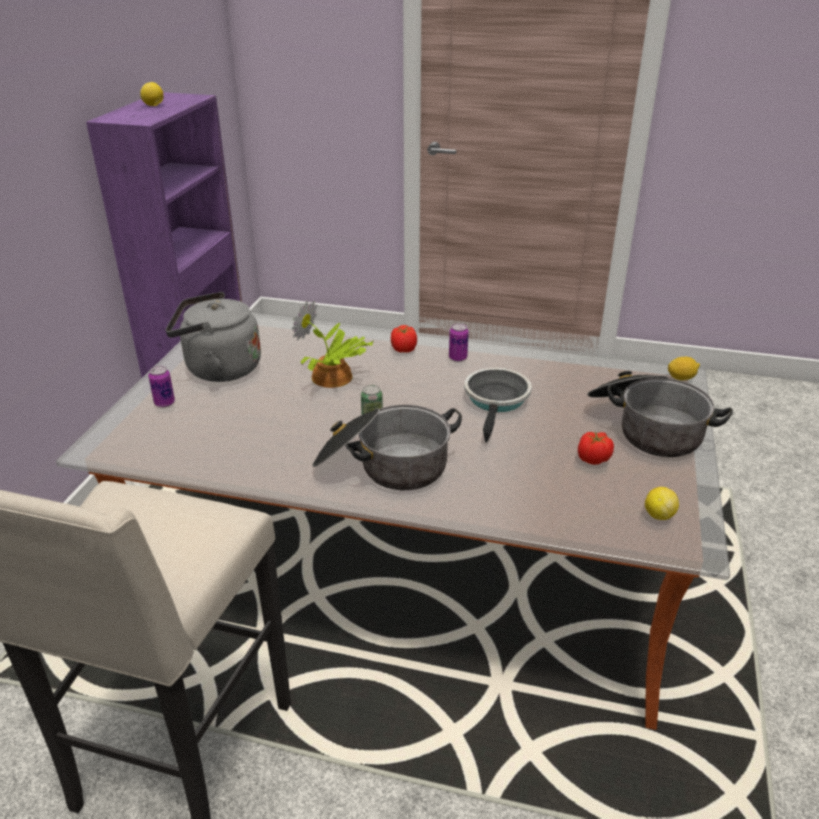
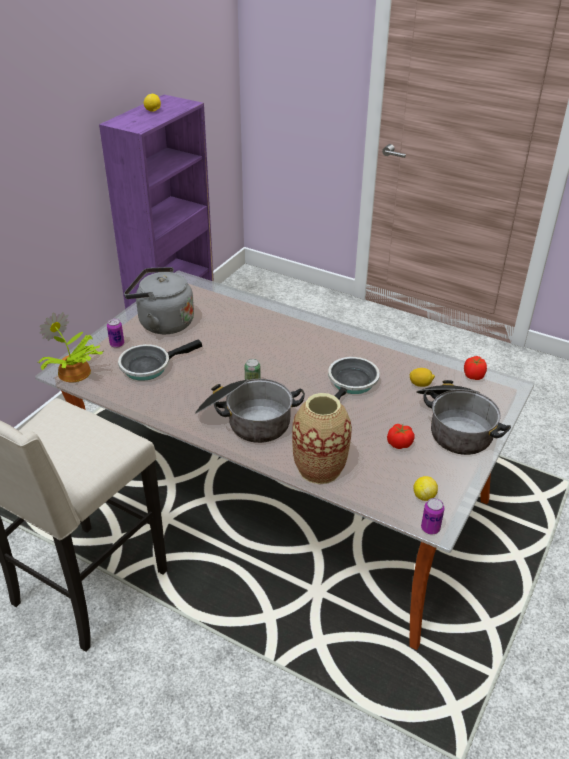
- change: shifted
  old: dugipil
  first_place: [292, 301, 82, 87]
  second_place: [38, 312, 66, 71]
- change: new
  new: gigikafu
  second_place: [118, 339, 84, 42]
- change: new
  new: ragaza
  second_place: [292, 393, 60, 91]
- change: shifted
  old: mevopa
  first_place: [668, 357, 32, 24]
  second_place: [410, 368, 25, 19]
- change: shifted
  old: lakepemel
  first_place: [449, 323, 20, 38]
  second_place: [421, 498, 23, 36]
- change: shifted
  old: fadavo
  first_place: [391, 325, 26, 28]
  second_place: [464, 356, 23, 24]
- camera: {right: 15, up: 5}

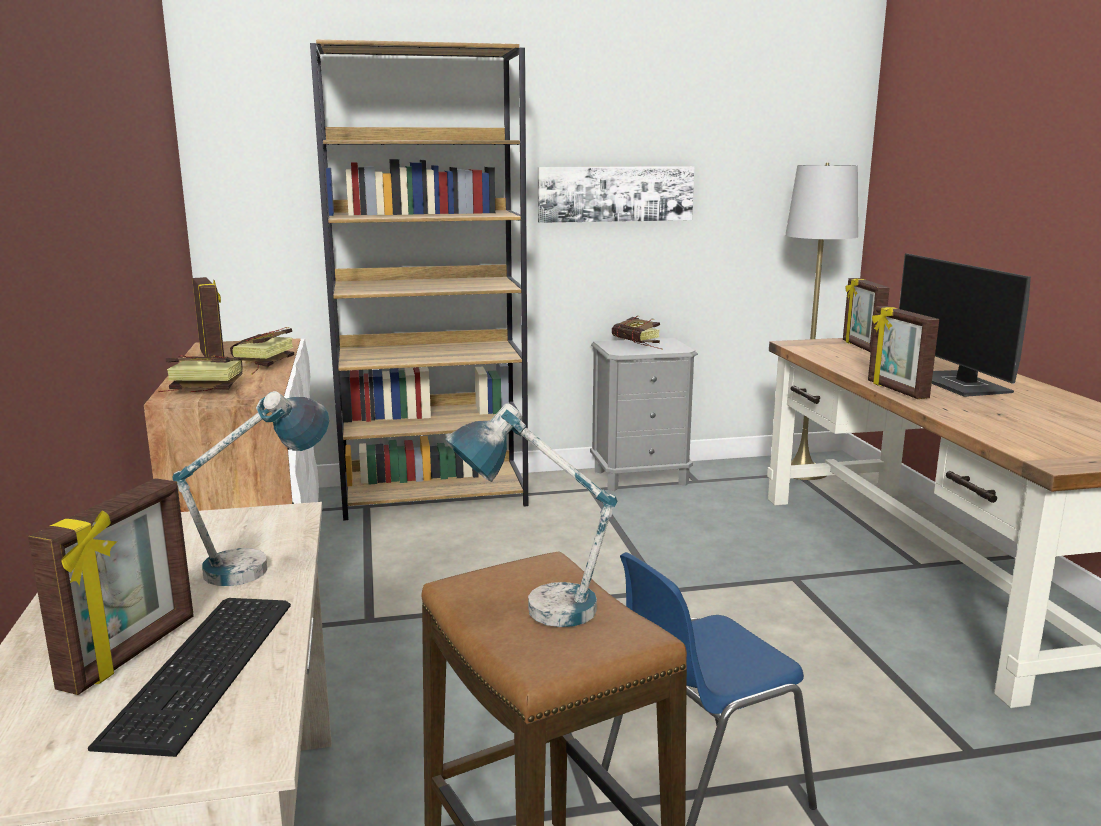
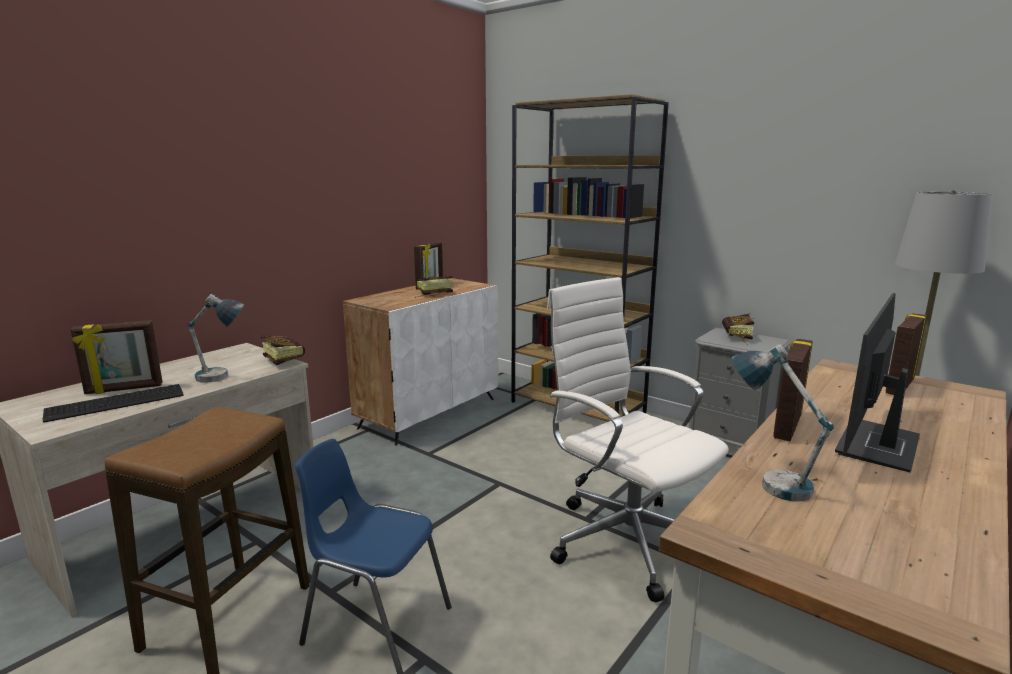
- change: shifted
  old: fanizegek
  first_place: [159, 355, 83, 38]
  second_place: [261, 336, 44, 30]
- change: new
  new: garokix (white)
  second_place: [547, 277, 182, 325]
- change: shifted
  old: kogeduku
  first_place: [445, 403, 172, 224]
  second_place: [732, 344, 102, 157]
- change: gone
  old: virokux
  first_place: [538, 166, 156, 57]
- camera: {right: 50, up: 0}

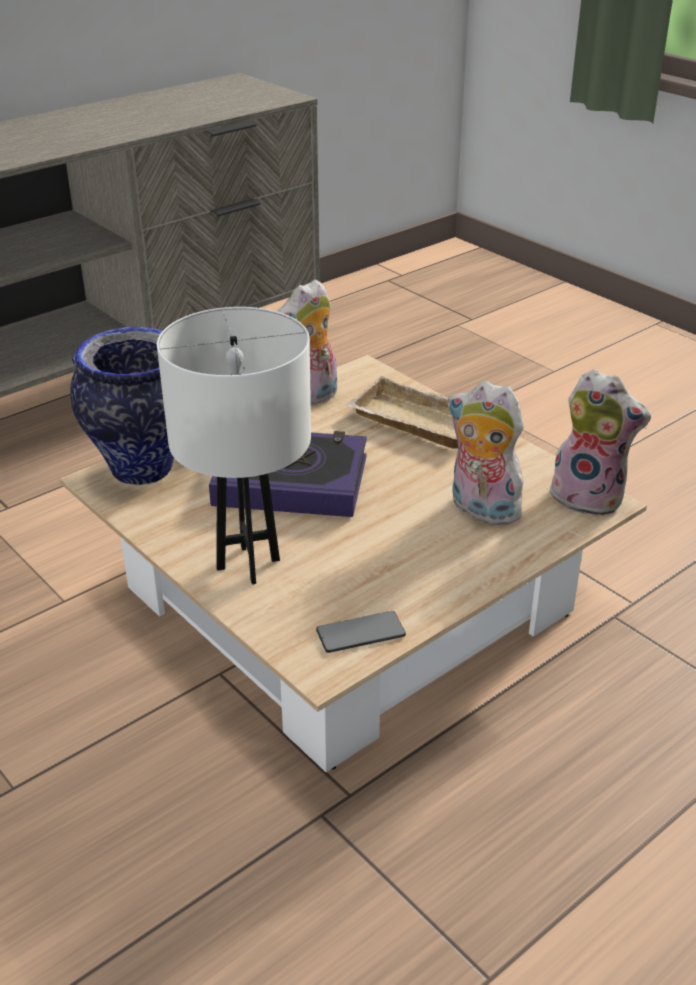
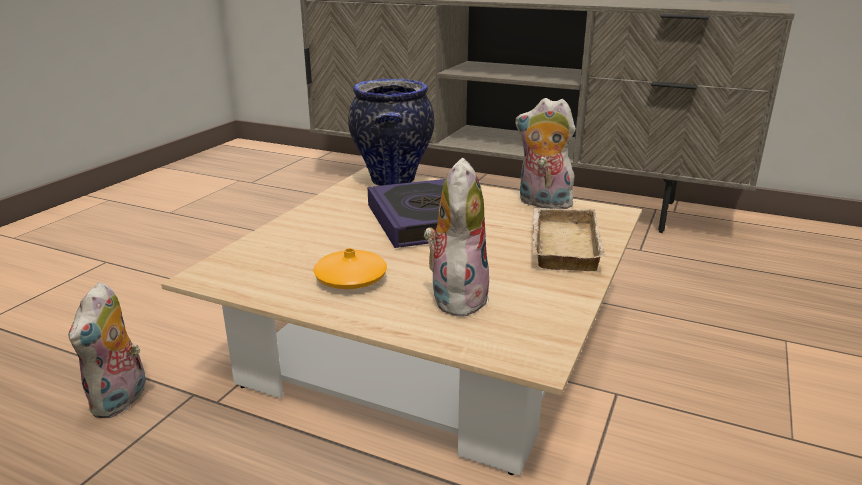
- change: shifted
  old: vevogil
  first_place: [547, 369, 104, 148]
  second_place: [69, 282, 77, 136]
- change: new
  new: ragaza (orange)
  second_place: [313, 248, 74, 41]
- change: gone
  old: kogeduku (white)
  first_place: [157, 307, 154, 277]
- change: gone
  old: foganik
  first_place: [316, 611, 90, 42]
- camera: {right: 65, up: -10}

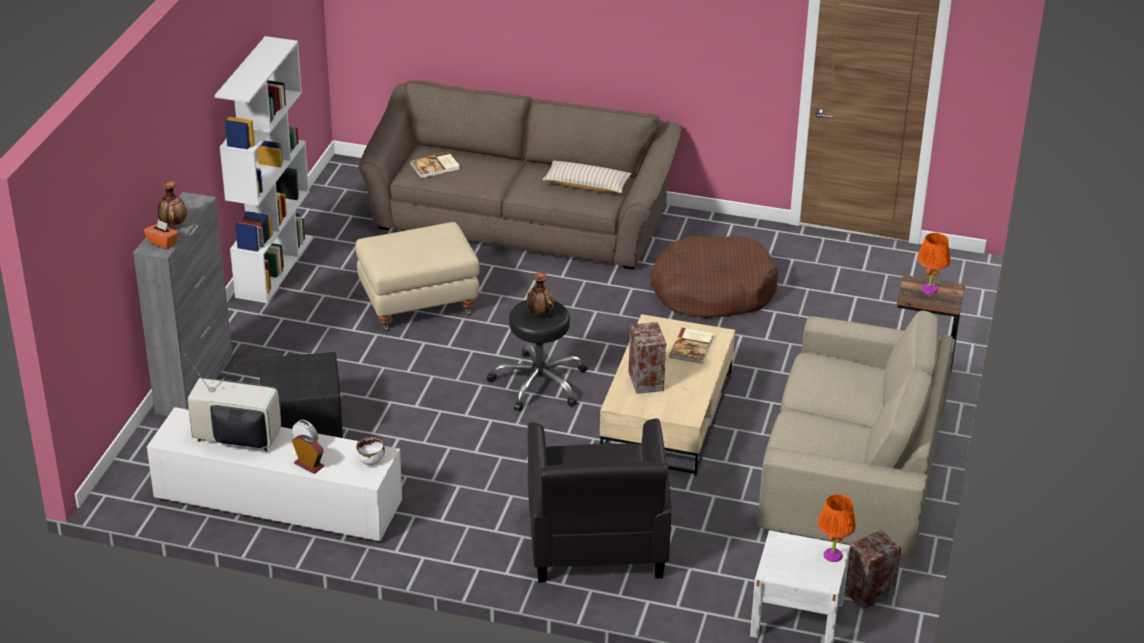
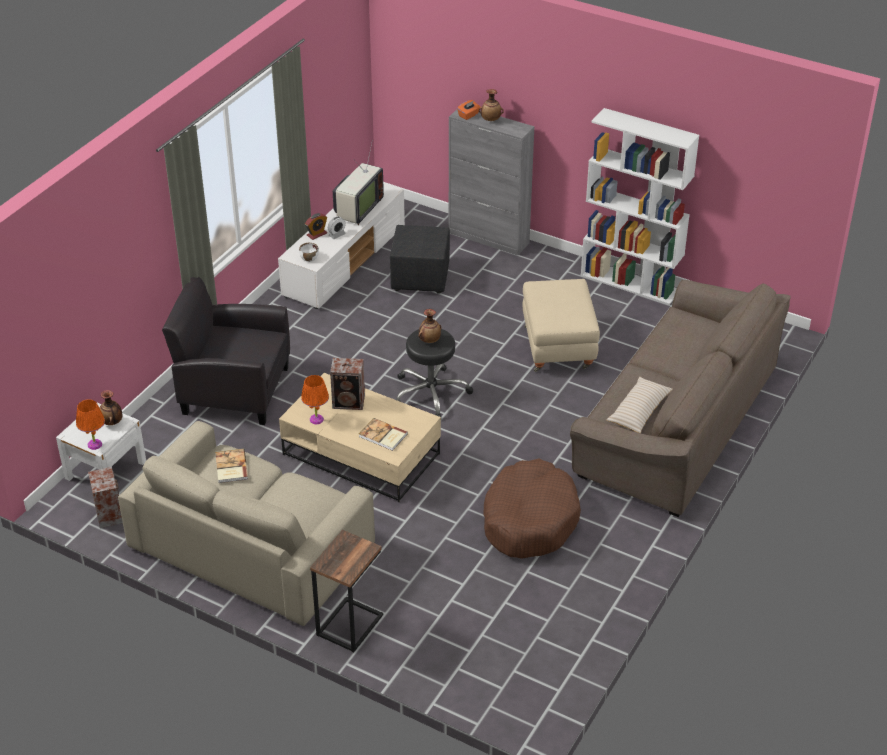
- change: new
  new: ragaza
  second_place: [100, 390, 23, 35]
- change: shifted
  old: fanizegek
  first_place: [410, 152, 50, 26]
  second_place: [215, 449, 33, 34]
- change: shifted
  old: kogeduku (orange)
  first_place: [917, 233, 33, 61]
  second_place: [301, 375, 28, 49]
- camera: {right: 105, up: 5}

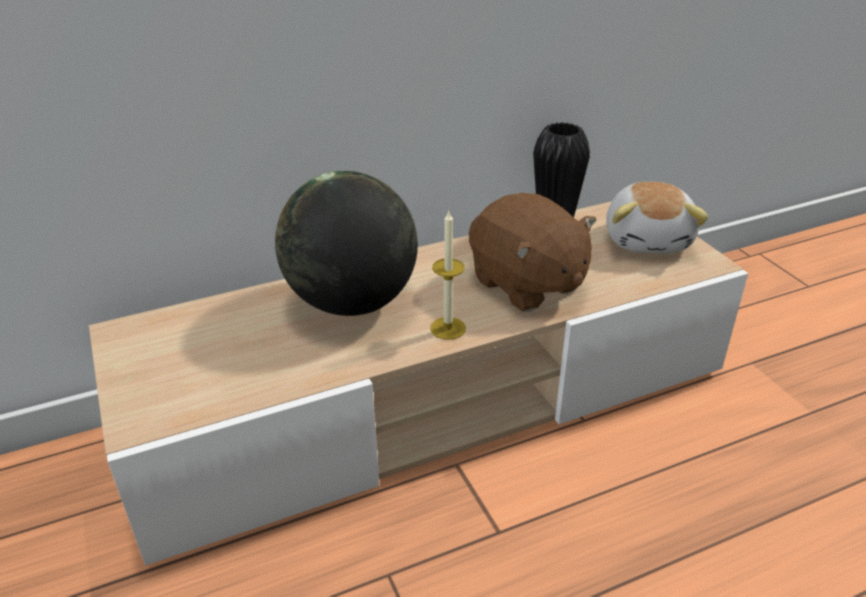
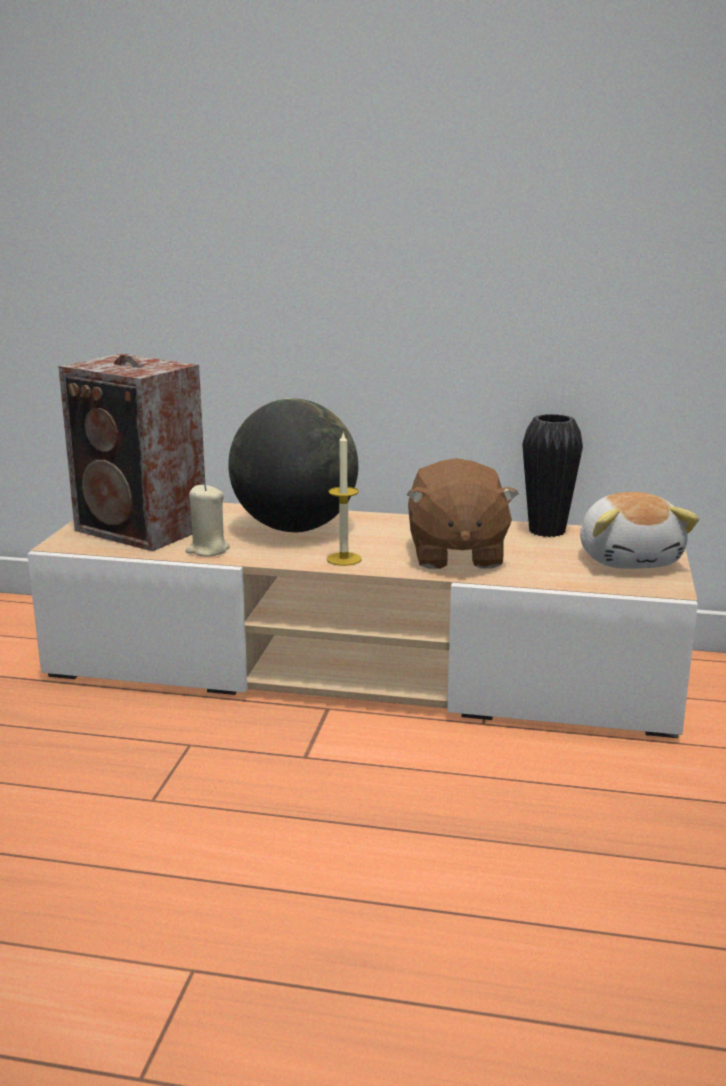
- change: new
  new: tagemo
  second_place: [58, 354, 147, 197]
- change: new
  new: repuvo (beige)
  second_place: [185, 484, 45, 73]
- change: rotated
  old: vevogil
  first_place: [606, 182, 103, 71]
  second_place: [580, 492, 119, 77]
  degrees: -45
- camera: {right: 35, up: -15}

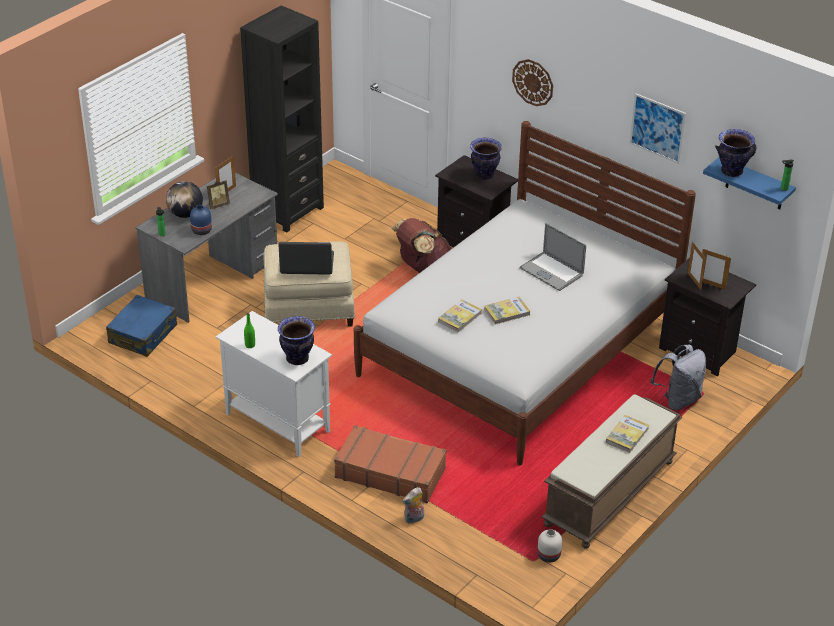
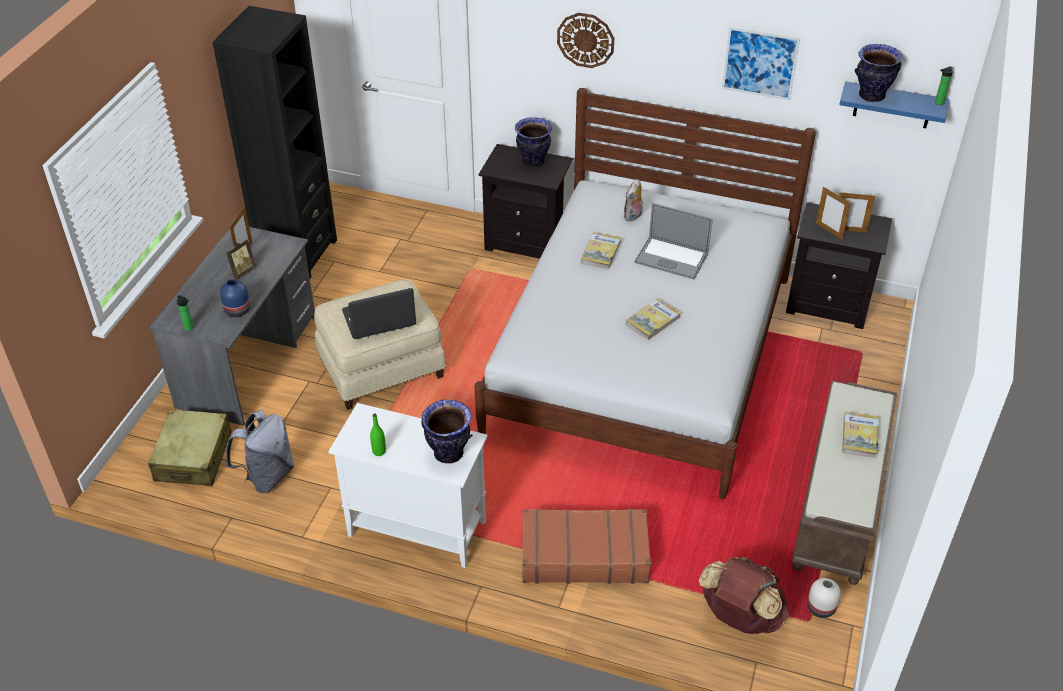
- change: repainted
  old: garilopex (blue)
  new: garilopex (beige)
  first_place: [106, 295, 71, 62]
  second_place: [148, 409, 84, 77]
- change: shifted
  old: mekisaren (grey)
  first_place: [650, 344, 56, 66]
  second_place: [226, 410, 68, 83]
- change: shifted
  old: fanizegek
  first_place: [438, 299, 44, 34]
  second_place: [581, 232, 40, 37]
- change: shifted
  old: vevogil
  first_place: [402, 487, 22, 37]
  second_place: [623, 179, 21, 43]
- change: shifted
  old: mekisaren (brown)
  first_place: [391, 218, 60, 55]
  second_place: [699, 556, 91, 78]
- change: gone
  old: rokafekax
  first_place: [166, 181, 37, 37]
- camera: {right: -20, up: 5}

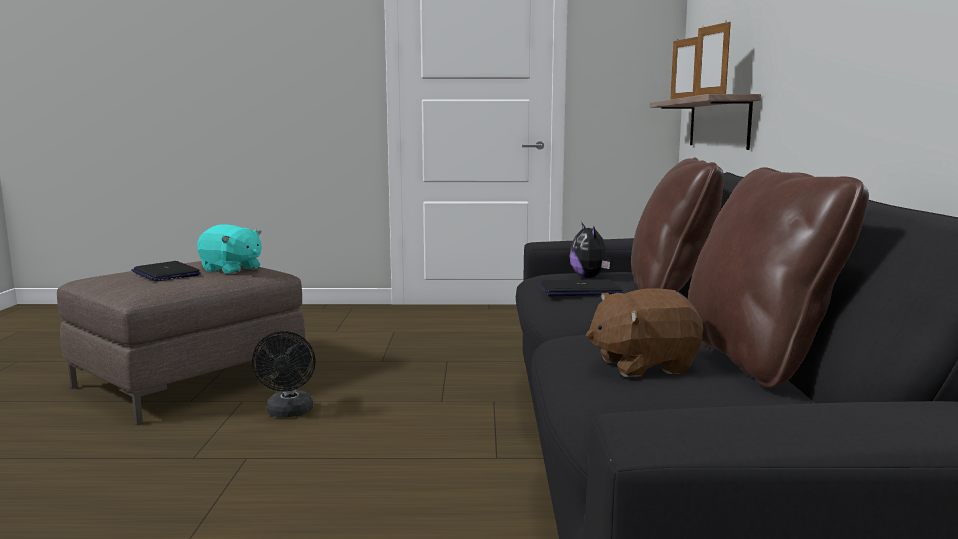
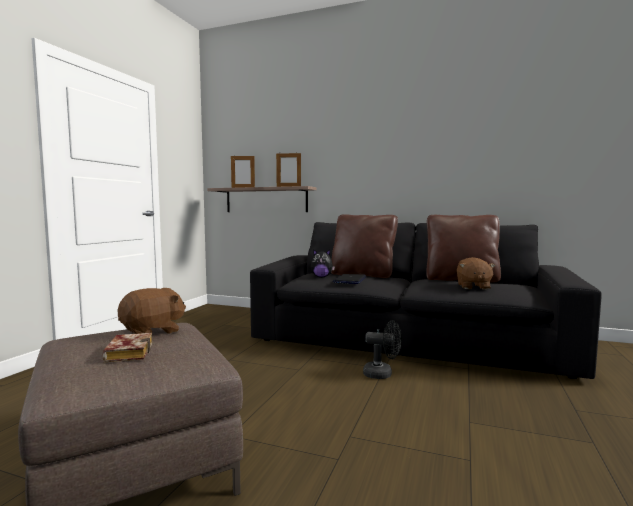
- change: swapped
  old: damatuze
  new: fanizegek
  first_place: [131, 261, 70, 21]
  second_place: [102, 333, 51, 29]
- change: repainted
  old: vevogil (turquoise)
  new: vevogil (brown)
  first_place: [197, 224, 65, 50]
  second_place: [118, 288, 68, 49]
- change: shifted
  old: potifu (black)
  first_place: [252, 331, 64, 86]
  second_place: [363, 320, 39, 59]
- camera: {right: -70, up: -5}

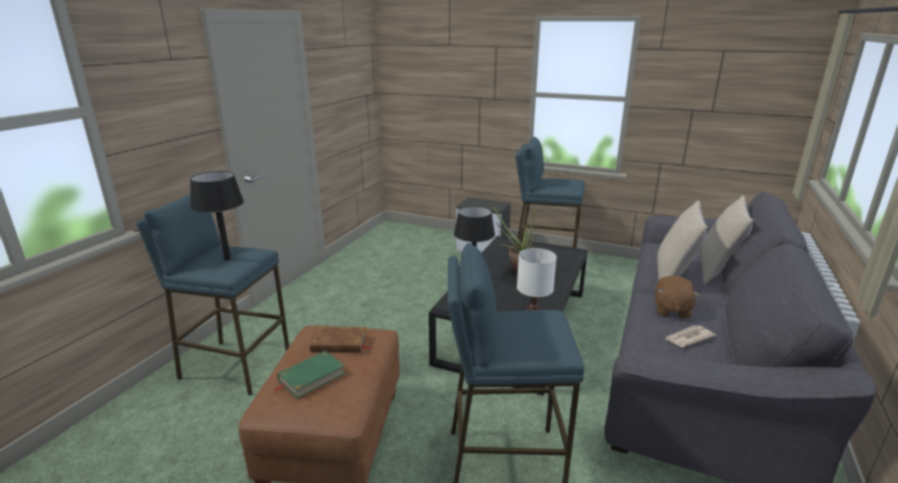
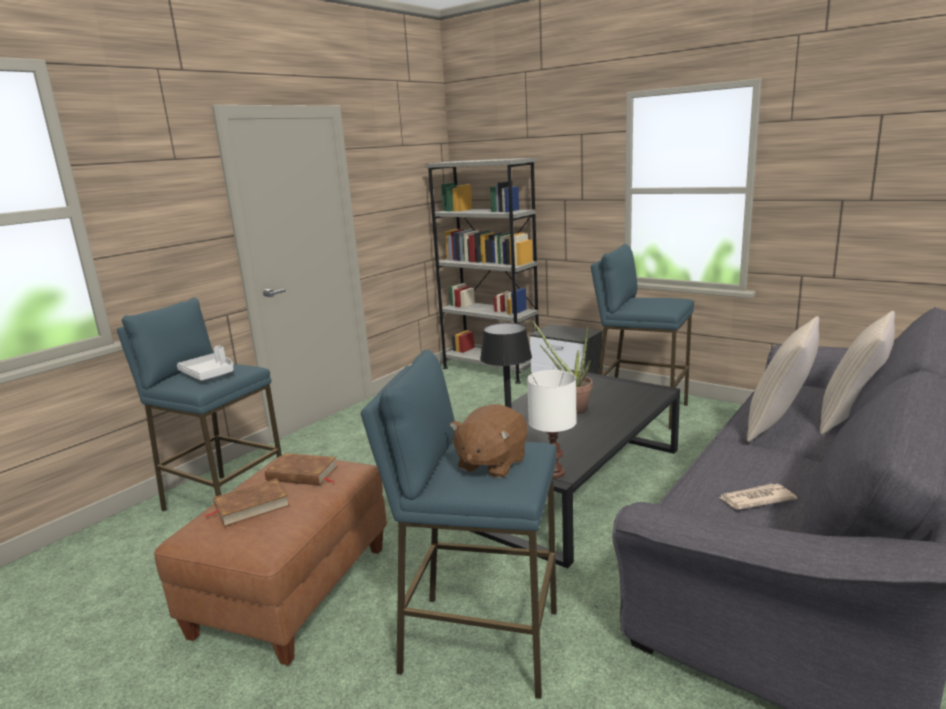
- change: swapped
  old: kogeduku (black)
  new: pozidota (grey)
  first_place: [190, 171, 54, 90]
  second_place: [177, 345, 57, 36]
- change: repainted
  old: fanizegek (green)
  new: fanizegek (brown)
  first_place: [273, 351, 72, 48]
  second_place: [205, 479, 85, 48]
- change: new
  new: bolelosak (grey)
  second_place: [425, 158, 114, 226]
- change: shifted
  old: vevogil (brown)
  first_place: [655, 276, 45, 43]
  second_place: [449, 404, 79, 74]
- camera: {right: 15, up: -5}

